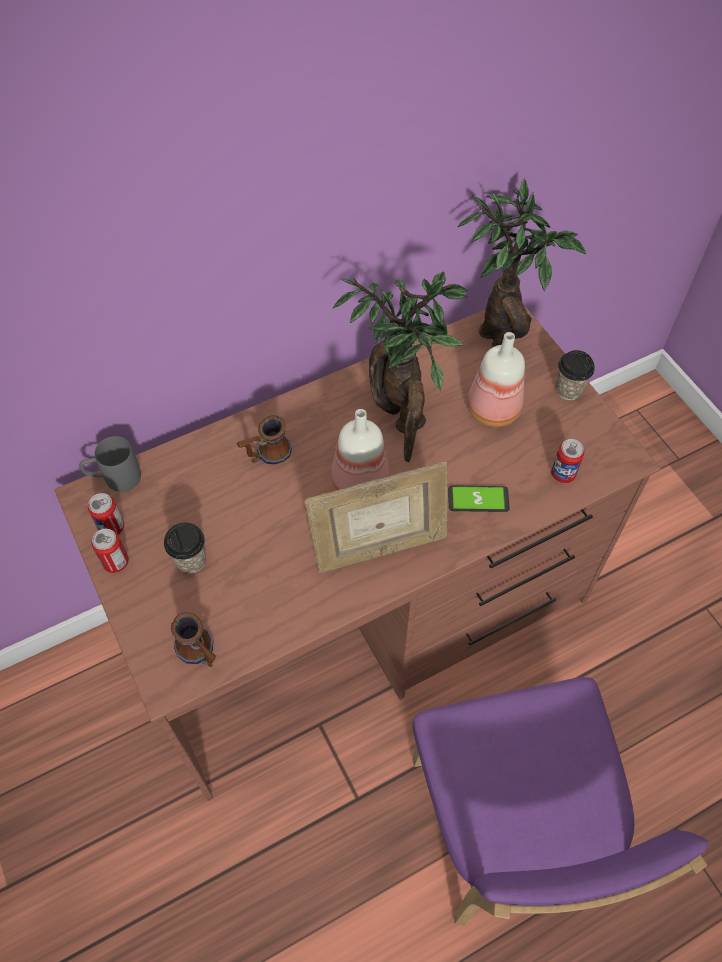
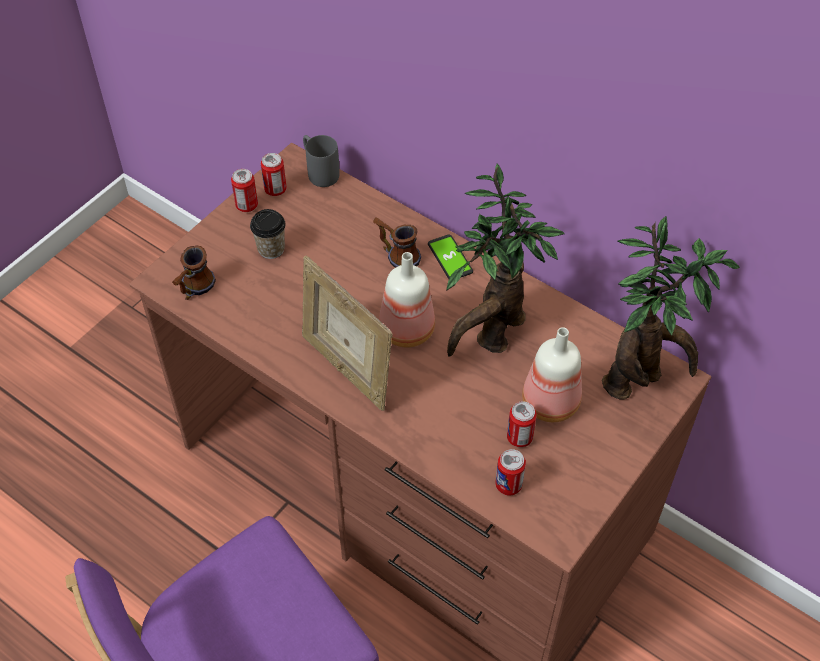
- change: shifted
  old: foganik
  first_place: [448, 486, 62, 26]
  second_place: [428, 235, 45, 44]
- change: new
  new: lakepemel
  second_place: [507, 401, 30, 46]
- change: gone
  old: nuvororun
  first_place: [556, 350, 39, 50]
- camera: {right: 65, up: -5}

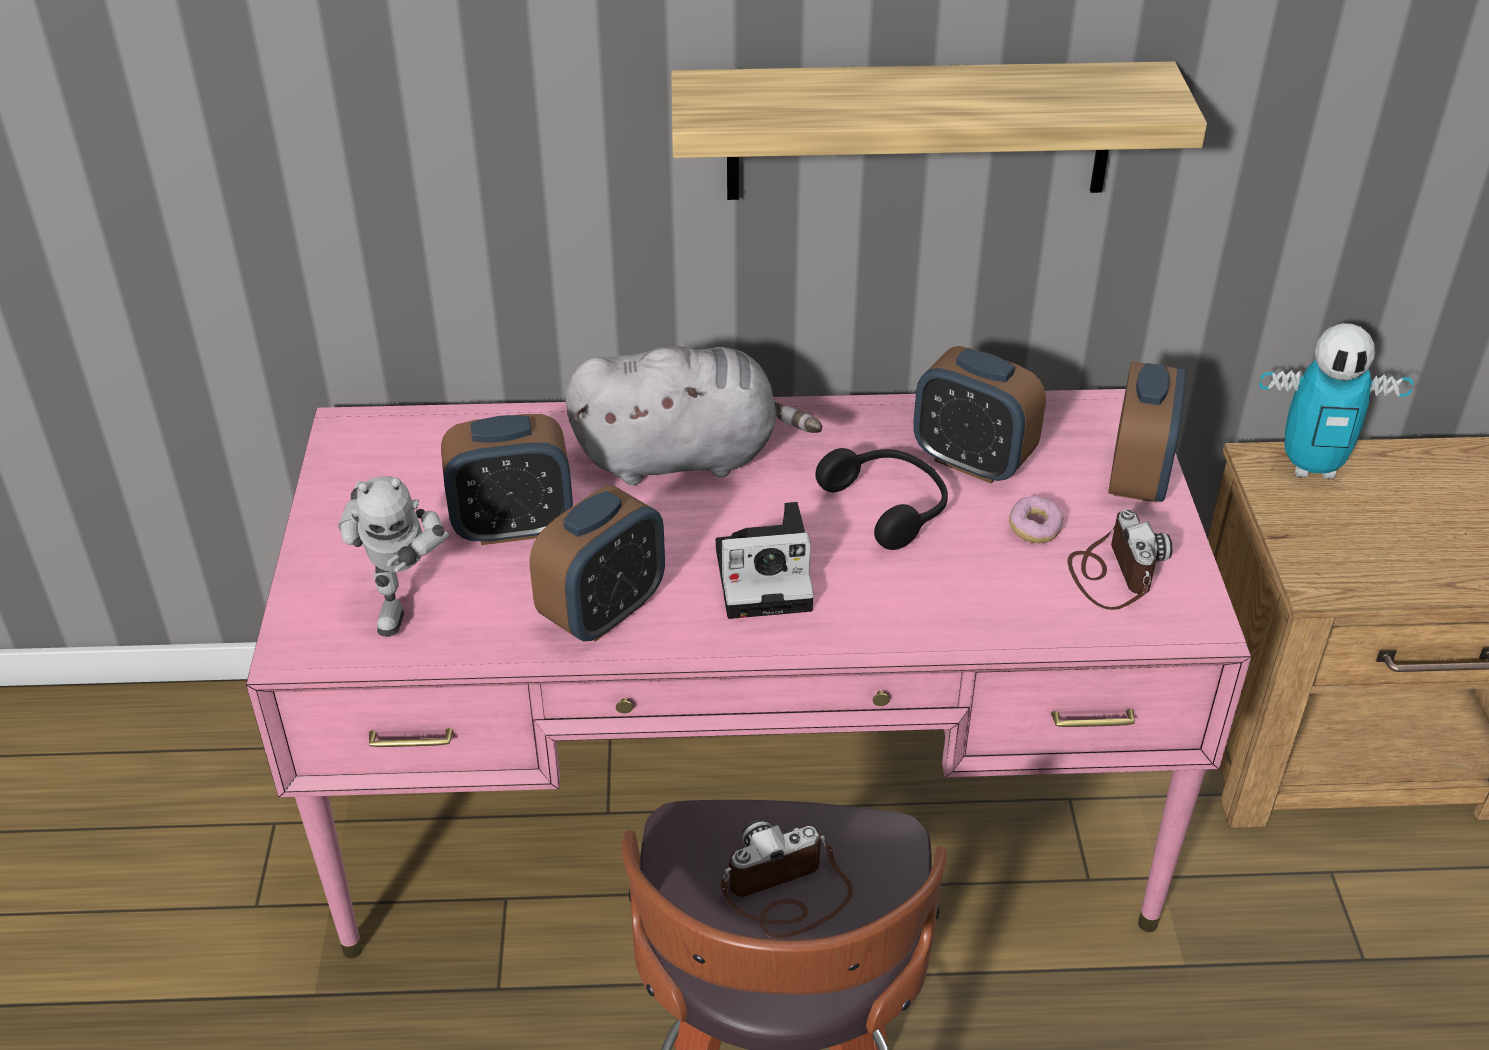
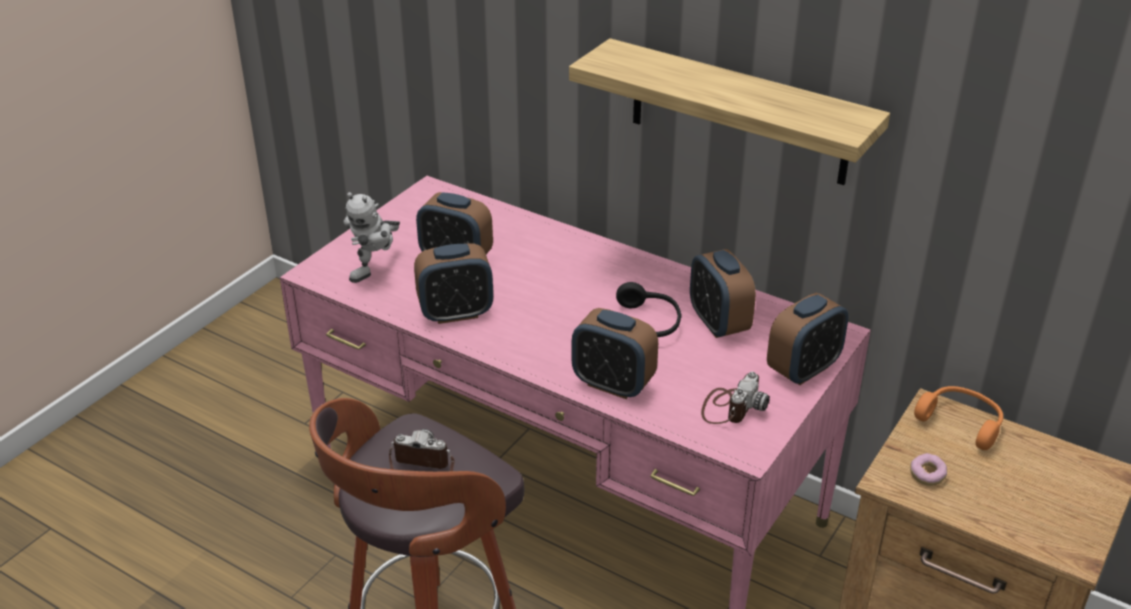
- change: new
  new: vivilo
  second_place: [572, 308, 86, 91]
- change: shifted
  old: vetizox
  first_place: [1009, 496, 55, 47]
  second_place: [910, 453, 37, 33]
- change: swapped
  old: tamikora
  new: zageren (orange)
  first_place: [1259, 323, 154, 156]
  second_place: [914, 386, 89, 64]
- change: gone
  old: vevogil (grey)
  first_place: [565, 346, 257, 139]
- change: gone
  old: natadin
  first_place: [716, 502, 98, 117]
- camera: {right: 35, up: -5}

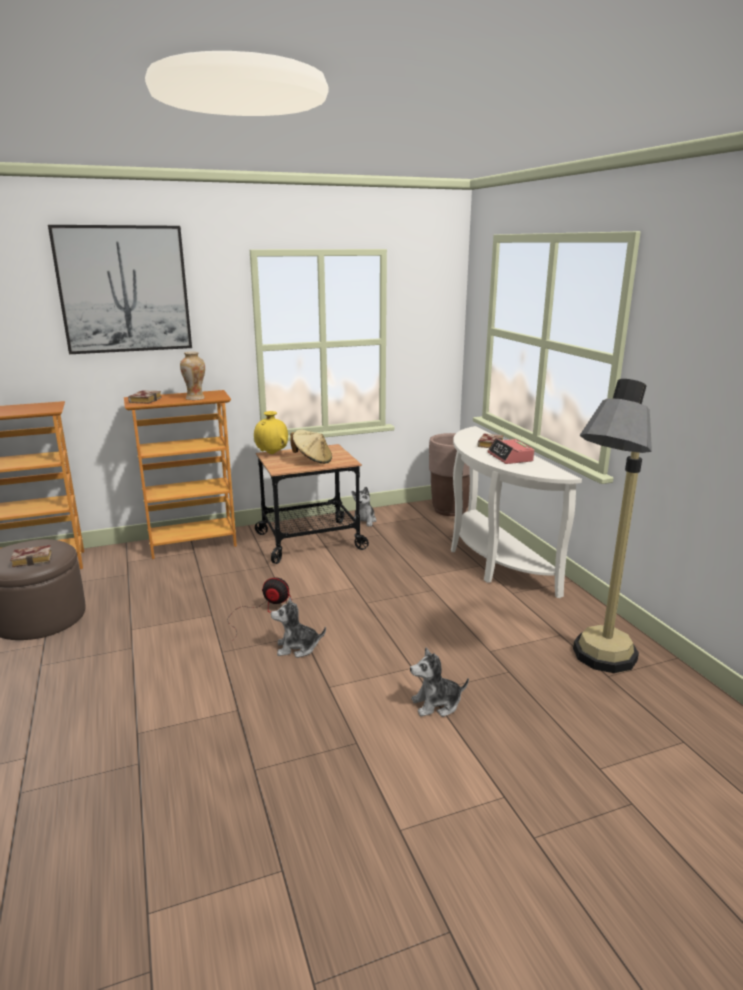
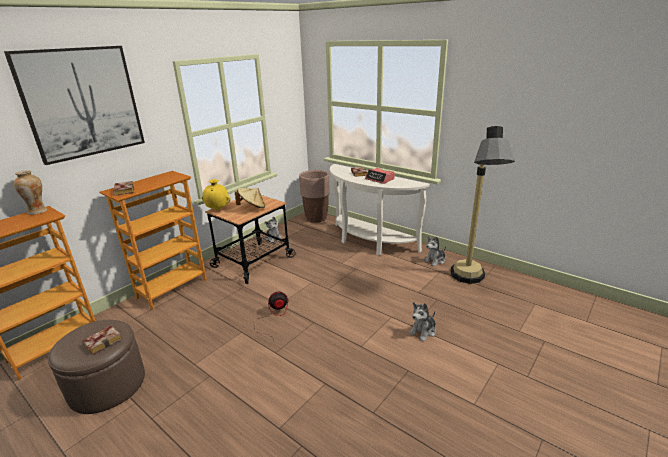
- change: shifted
  old: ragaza
  first_place: [180, 351, 25, 49]
  second_place: [13, 170, 34, 45]
- change: shifted
  old: vevogil
  first_place: [271, 597, 55, 61]
  second_place: [424, 236, 22, 30]
- camera: {right: -30, up: 5}

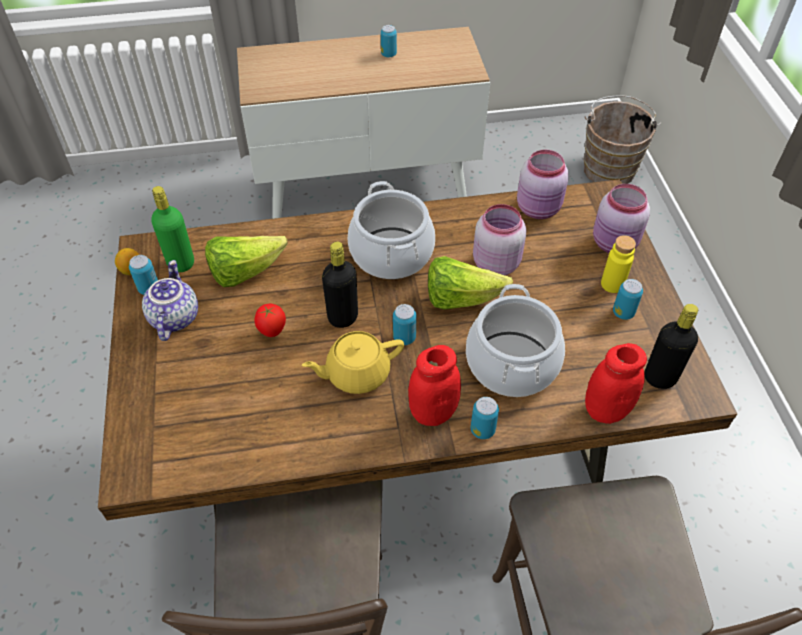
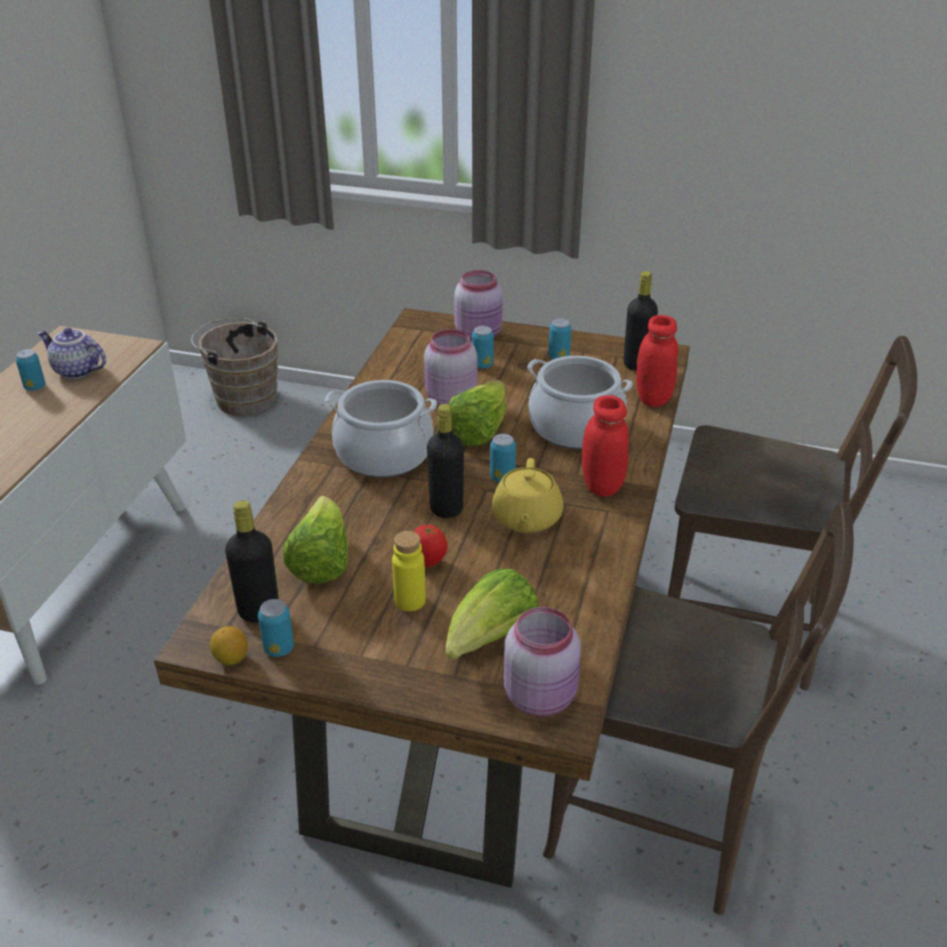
- change: shifted
  old: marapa
  first_place: [142, 260, 56, 81]
  second_place: [37, 328, 69, 51]
- change: repainted
  old: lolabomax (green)
  new: lolabomax (black)
  first_place: [151, 186, 43, 86]
  second_place: [225, 500, 54, 123]
- change: shifted
  old: lolabomax (yellow)
  first_place: [601, 235, 35, 58]
  second_place: [392, 531, 34, 80]
- change: new
  new: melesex
  second_place: [445, 568, 94, 92]
- change: shifted
  old: lakepemel
  first_place: [471, 397, 28, 42]
  second_place: [472, 326, 22, 43]
- change: shifted
  old: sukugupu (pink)
  first_place: [517, 150, 52, 69]
  second_place: [504, 607, 77, 110]
- camera: {right: -65, up: -15}

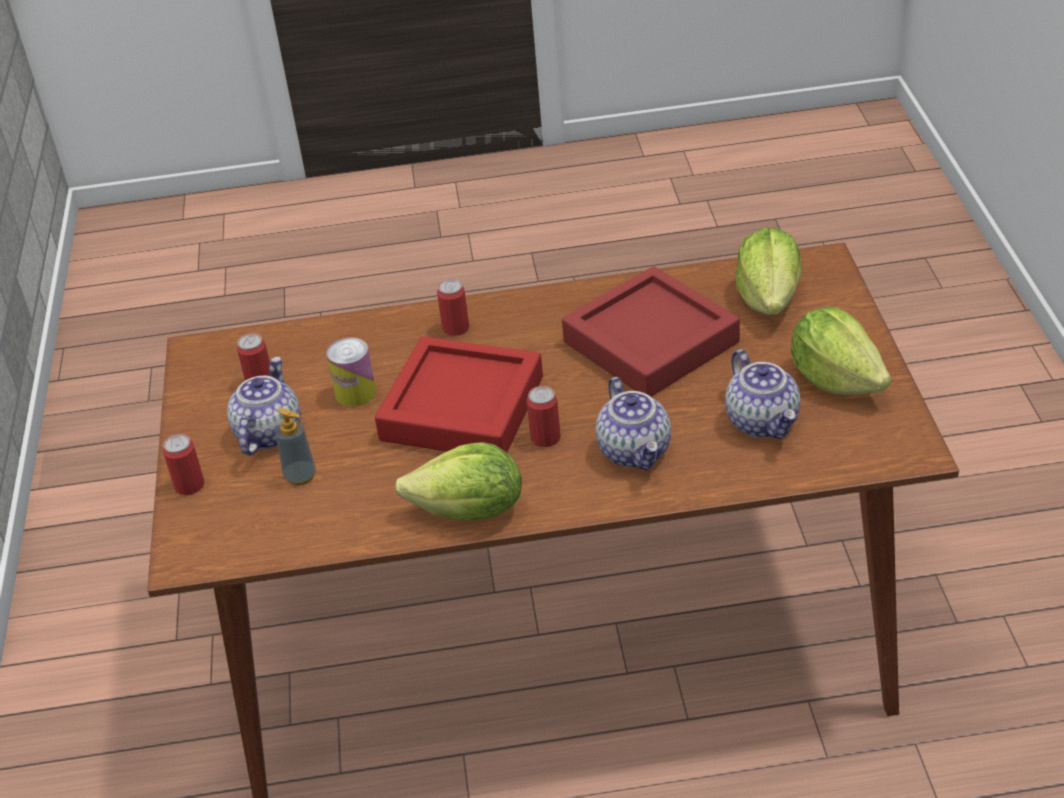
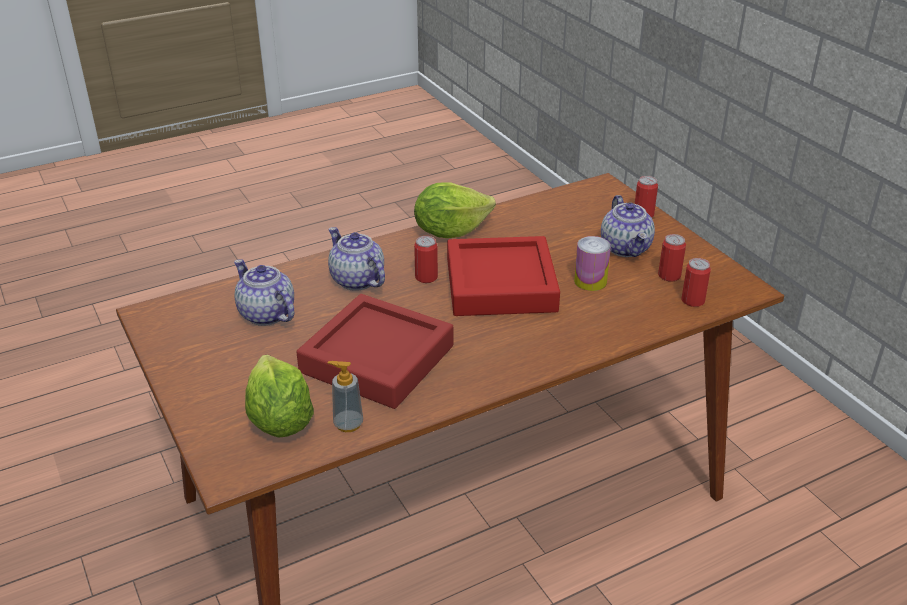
- change: shifted
  old: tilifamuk
  first_place: [275, 408, 41, 78]
  second_place: [328, 361, 35, 71]
- change: shifted
  old: lakepemel
  first_place: [437, 279, 32, 57]
  second_place: [681, 258, 30, 49]
- change: gone
  old: melesex
  first_place: [791, 306, 101, 89]
- camera: {right: 155, up: -5}

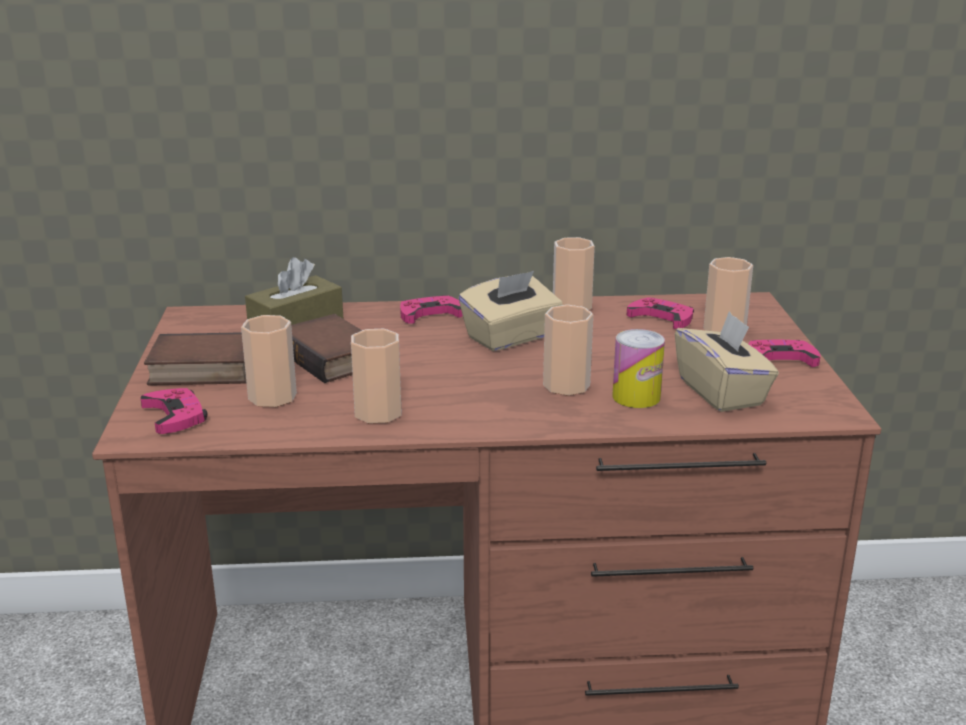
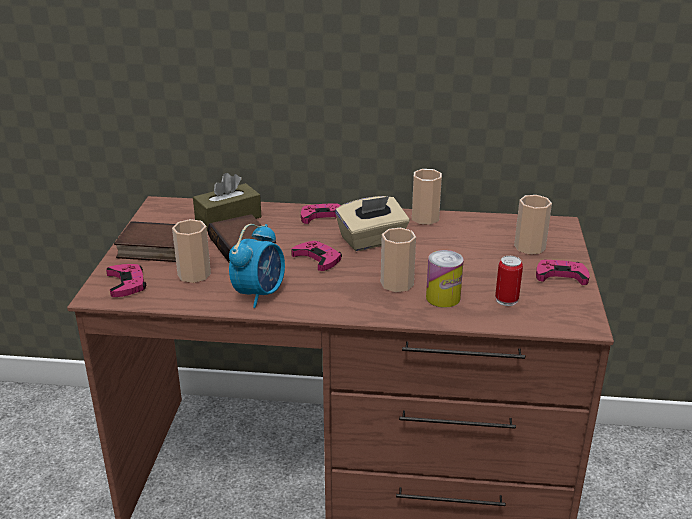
- change: swapped
  old: nuvororun
  new: vivilo
  first_place: [351, 329, 51, 95]
  second_place: [229, 224, 56, 84]
- change: shifted
  old: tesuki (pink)
  first_place: [627, 297, 67, 32]
  second_place: [291, 241, 51, 30]
- change: swapped
  old: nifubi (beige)
  new: lakepemel
  first_place: [675, 311, 104, 101]
  second_place: [495, 256, 28, 50]
- camera: {right: 10, up: 5}

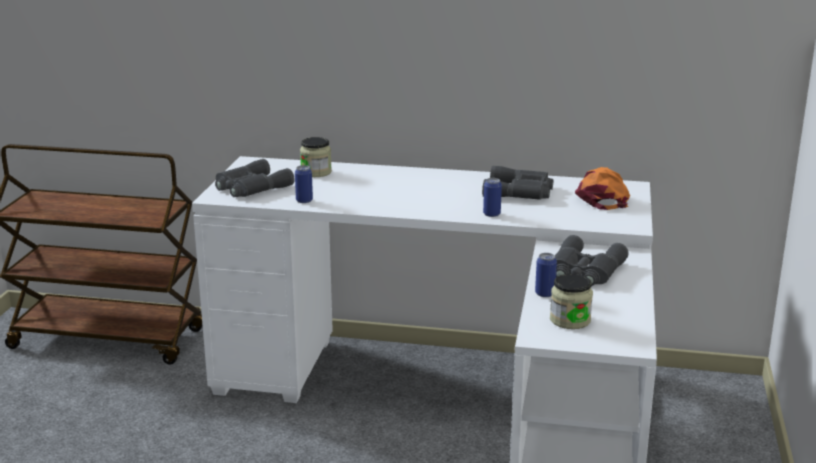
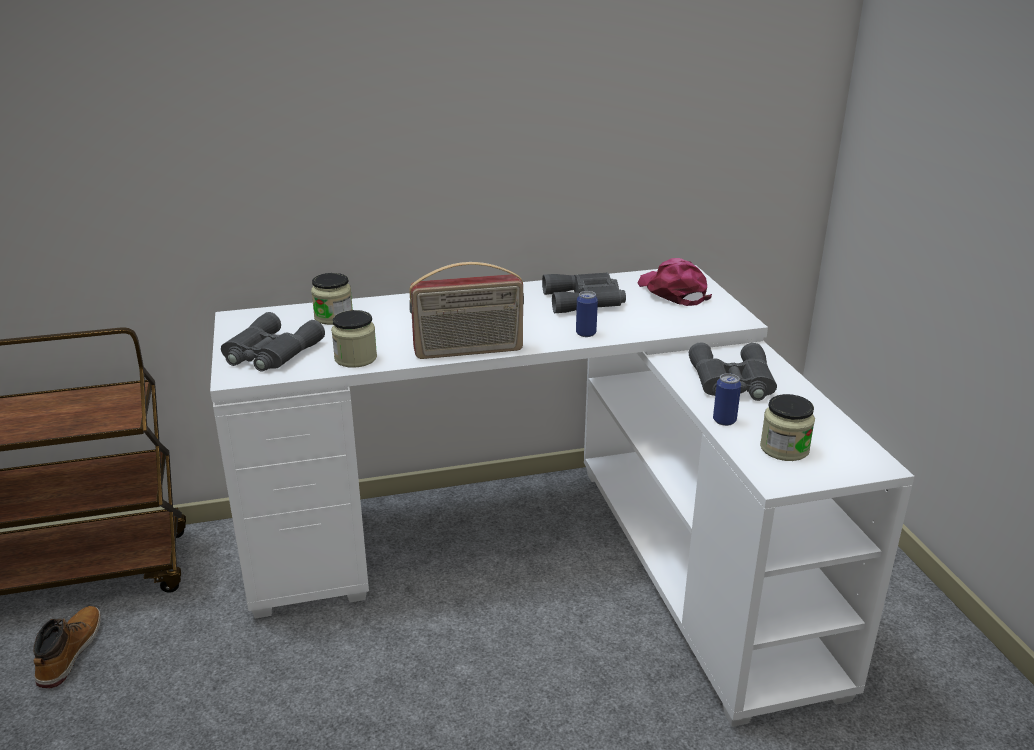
- change: new
  new: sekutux
  second_place: [33, 606, 68, 82]
- change: swapped
  old: lakepemel
  new: sukugupu
  first_place: [295, 165, 18, 38]
  second_place: [331, 310, 46, 58]
- change: new
  new: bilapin
  second_place: [409, 262, 115, 97]
- change: repainted
  old: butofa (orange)
  new: butofa (pink)
  first_place: [575, 167, 55, 43]
  second_place: [638, 258, 74, 48]
- camera: {right: -25, up: 5}

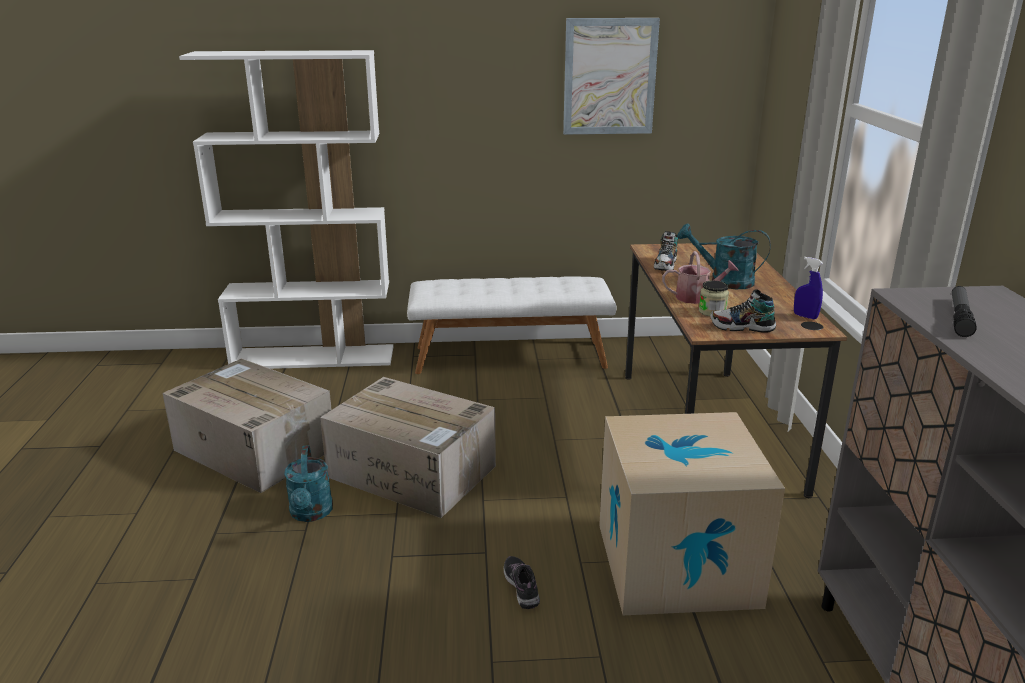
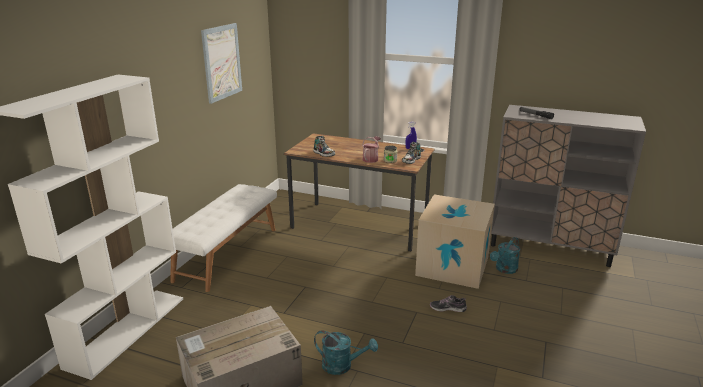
- change: shifted
  old: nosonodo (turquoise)
  first_place: [677, 223, 94, 66]
  second_place: [490, 237, 30, 37]
- change: gone
  old: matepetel
  first_place: [320, 377, 176, 141]
- camera: {right: -65, up: 0}

